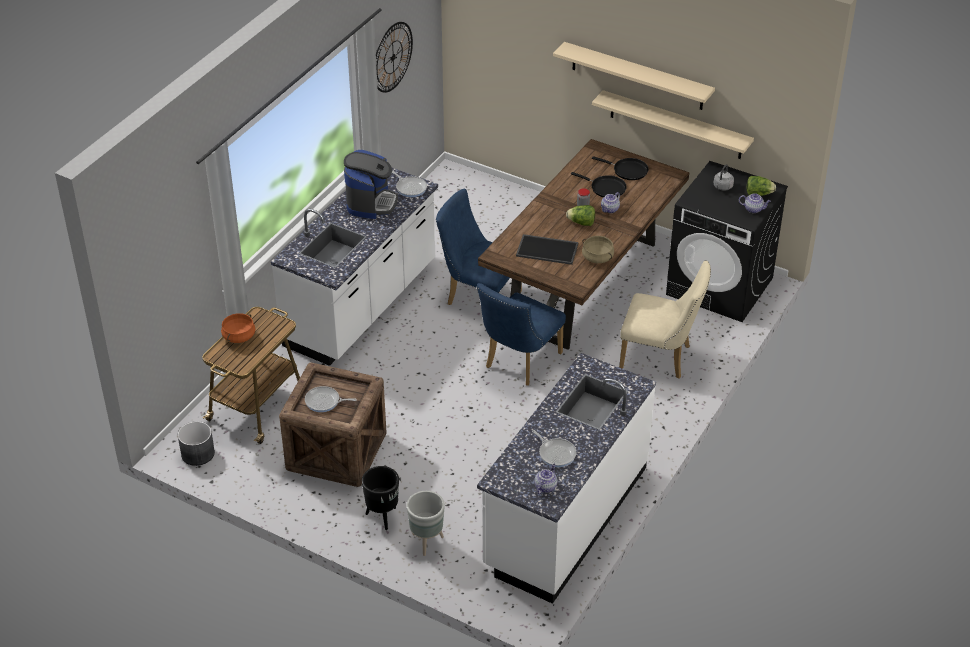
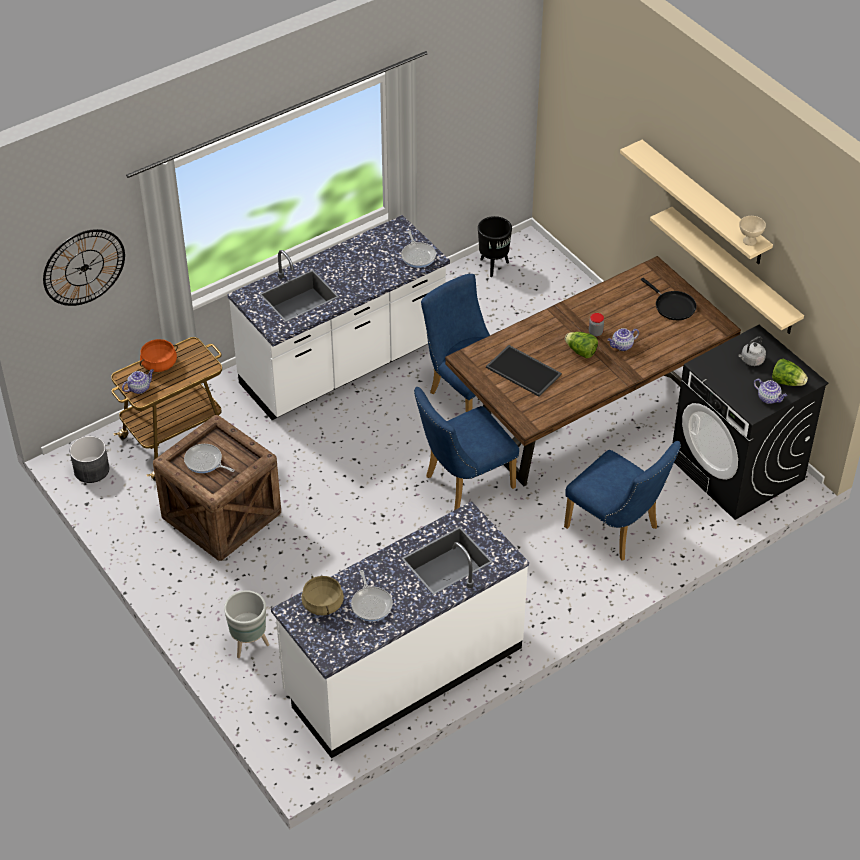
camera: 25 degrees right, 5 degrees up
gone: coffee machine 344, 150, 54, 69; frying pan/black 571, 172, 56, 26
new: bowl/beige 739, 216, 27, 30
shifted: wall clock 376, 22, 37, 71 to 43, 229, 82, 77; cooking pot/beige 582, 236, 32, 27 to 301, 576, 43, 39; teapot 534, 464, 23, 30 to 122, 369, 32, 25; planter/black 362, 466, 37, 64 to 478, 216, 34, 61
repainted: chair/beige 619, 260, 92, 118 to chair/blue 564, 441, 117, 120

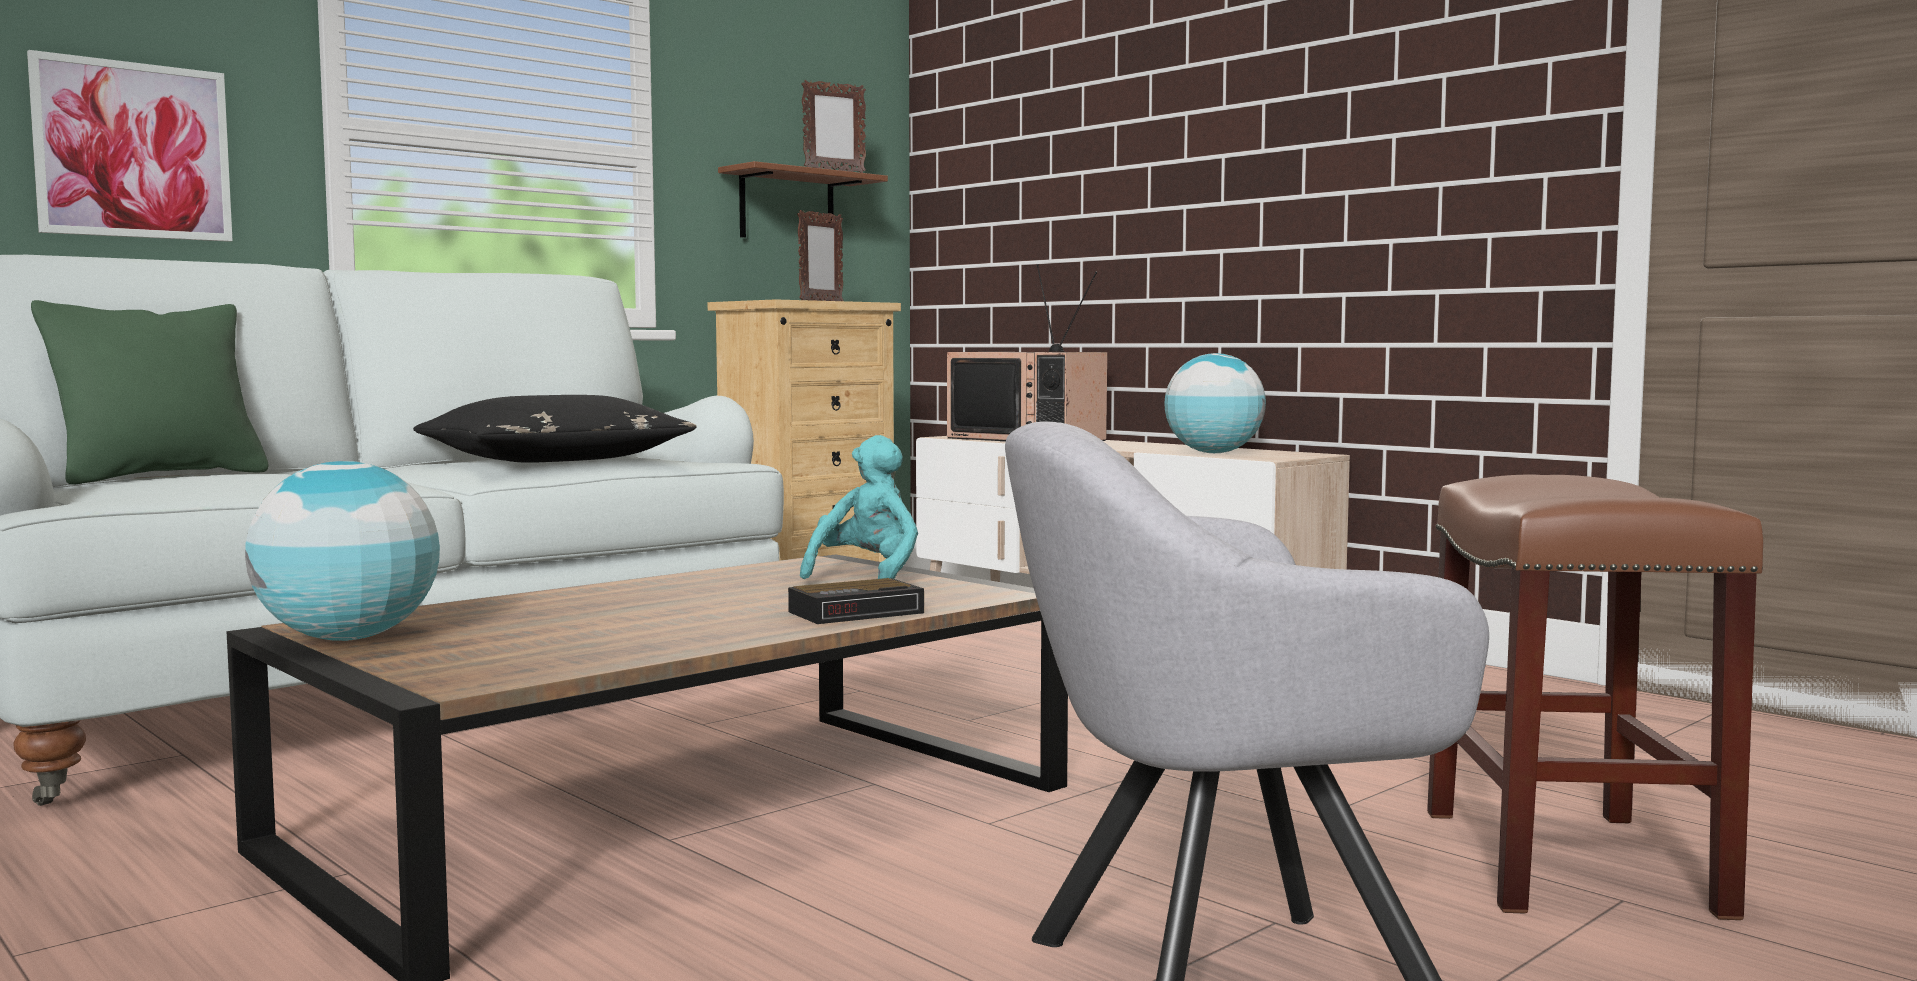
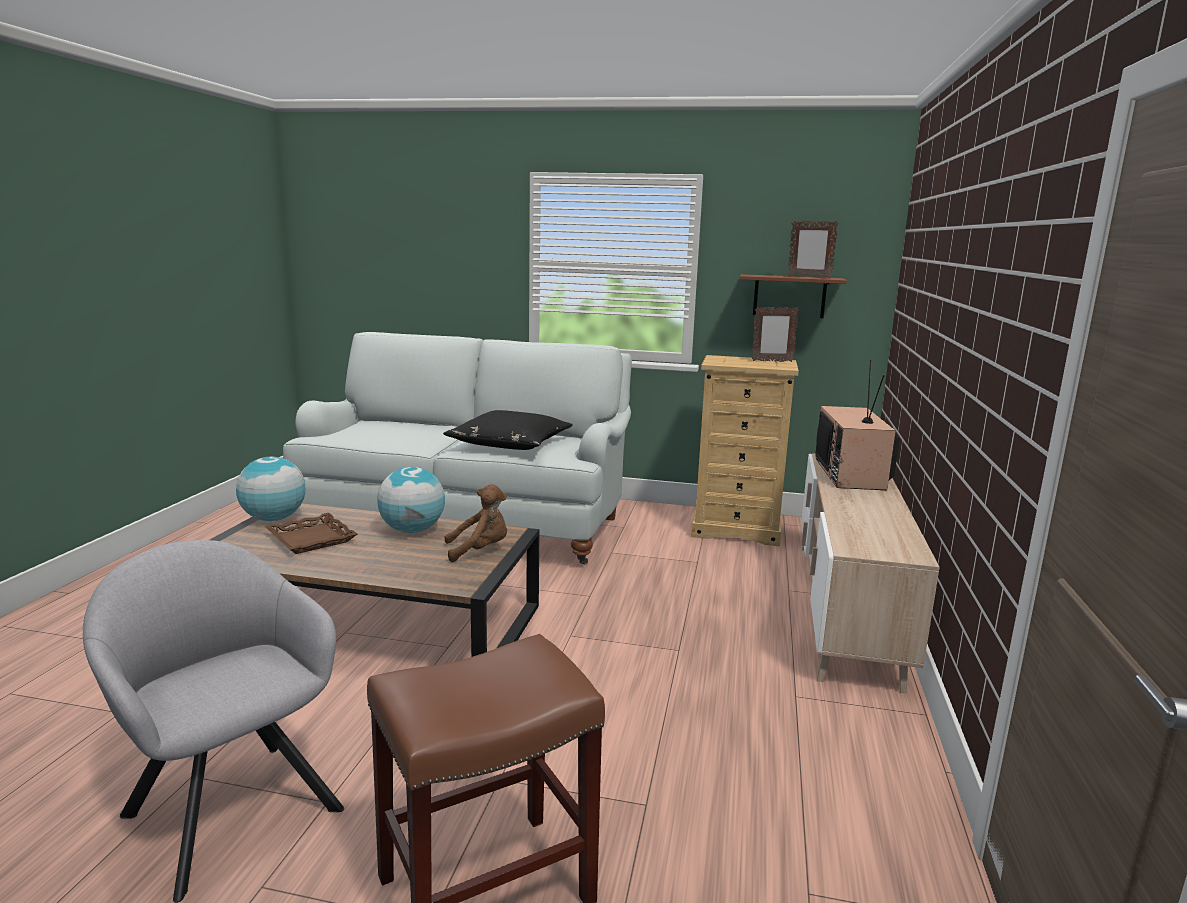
camera: 55 degrees right, 10 degrees up
gone: picture 27, 50, 206, 192; pillow/green 31, 300, 238, 185; alarm clock 788, 578, 136, 46
new: tray/brown 265, 513, 92, 41
shifted: globe 1164, 353, 102, 100 to 377, 467, 68, 66
repainted: plush toy/turquoise 800, 435, 118, 144 to plush toy/brown 444, 484, 63, 78

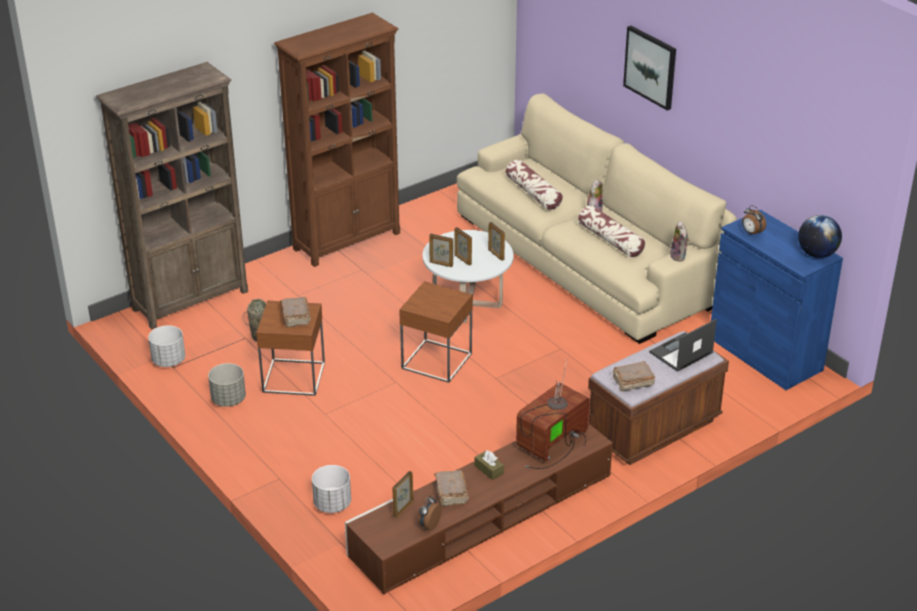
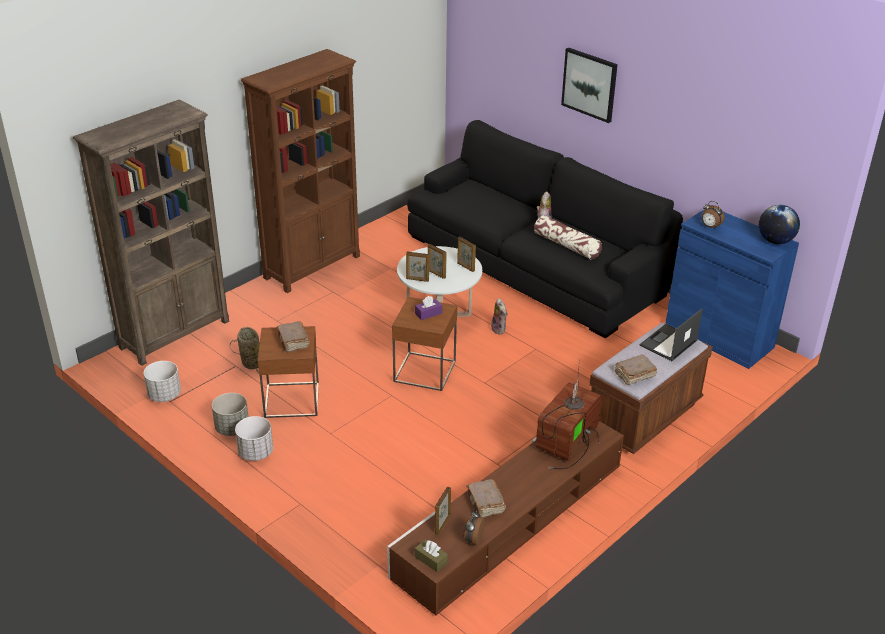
camera: 10 degrees left, 0 degrees up
gone: pillow 506, 160, 57, 50
new: tissue box/purple 415, 296, 27, 24
shifted: plush toy 670, 221, 19, 41 to 491, 298, 17, 36; tissue box/brown 475, 450, 29, 30 to 415, 539, 33, 33; planter/white 312, 465, 39, 48 to 235, 416, 38, 45
repainted: sofa/beige 457, 94, 280, 250 to sofa/black 407, 120, 276, 218

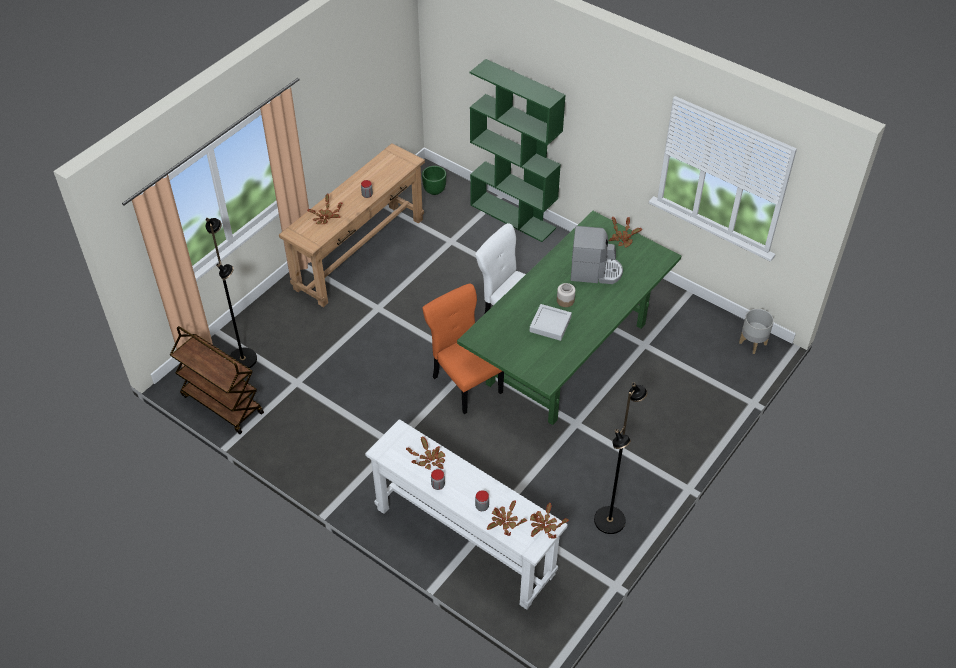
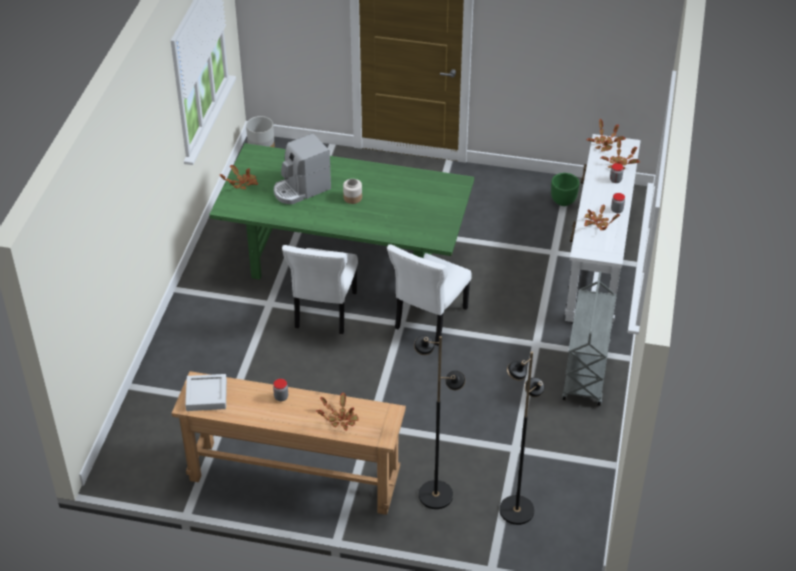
camera: 115 degrees left, 5 degrees down
gone: bookcase/green 470, 59, 96, 183; cart/brown 170, 326, 94, 108
new: cart/grey 562, 271, 54, 135
shifted: planter/green 422, 166, 24, 29 to 551, 173, 28, 33; tray/grey 530, 304, 42, 37 to 185, 374, 42, 37; floor lamp/black 594, 383, 54, 151 to 414, 335, 51, 174
repainted: chair/orange 422, 284, 82, 130 to chair/white 387, 244, 85, 102
rotated: coffee machine 570, 226, 53, 58 = 274, 133, 57, 71 105 degrees counterclockwise

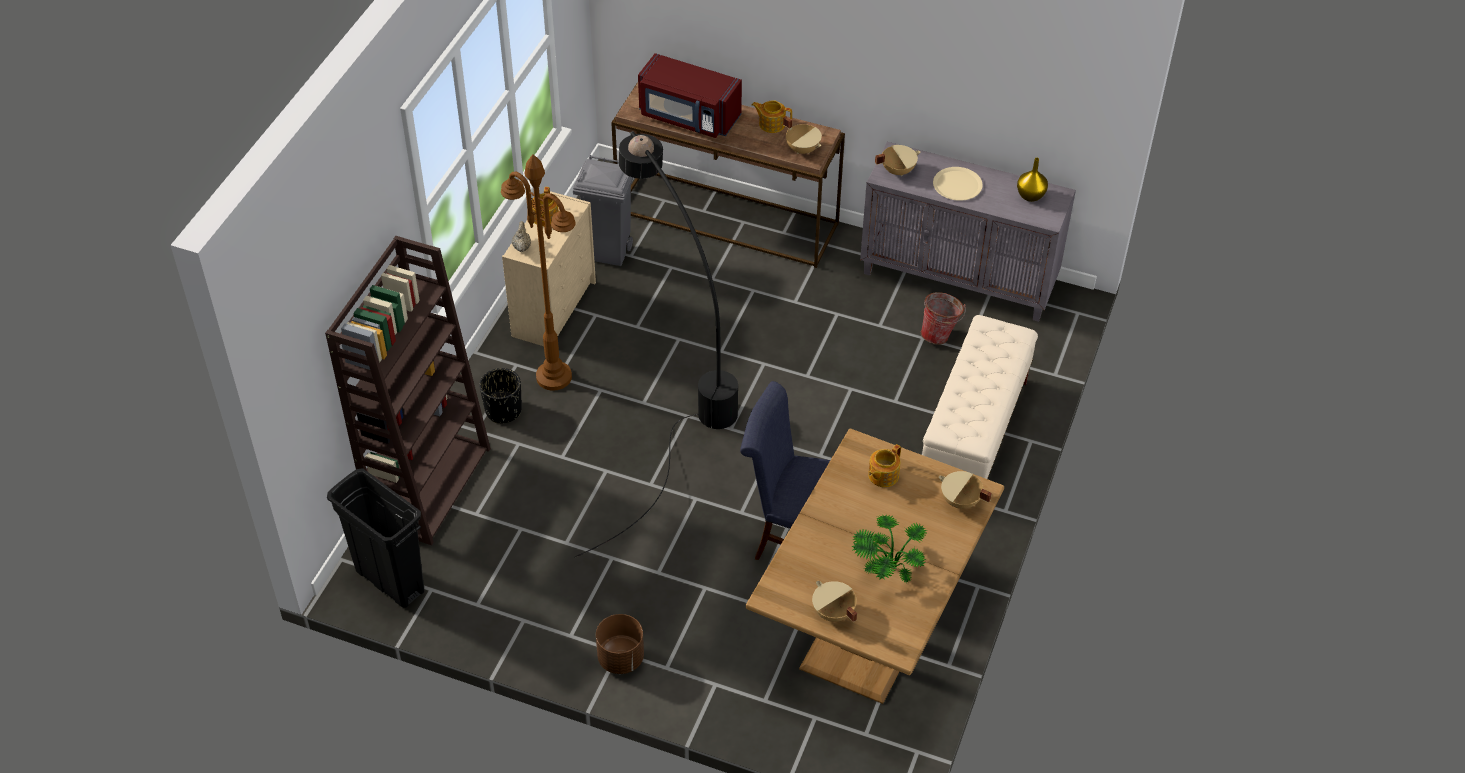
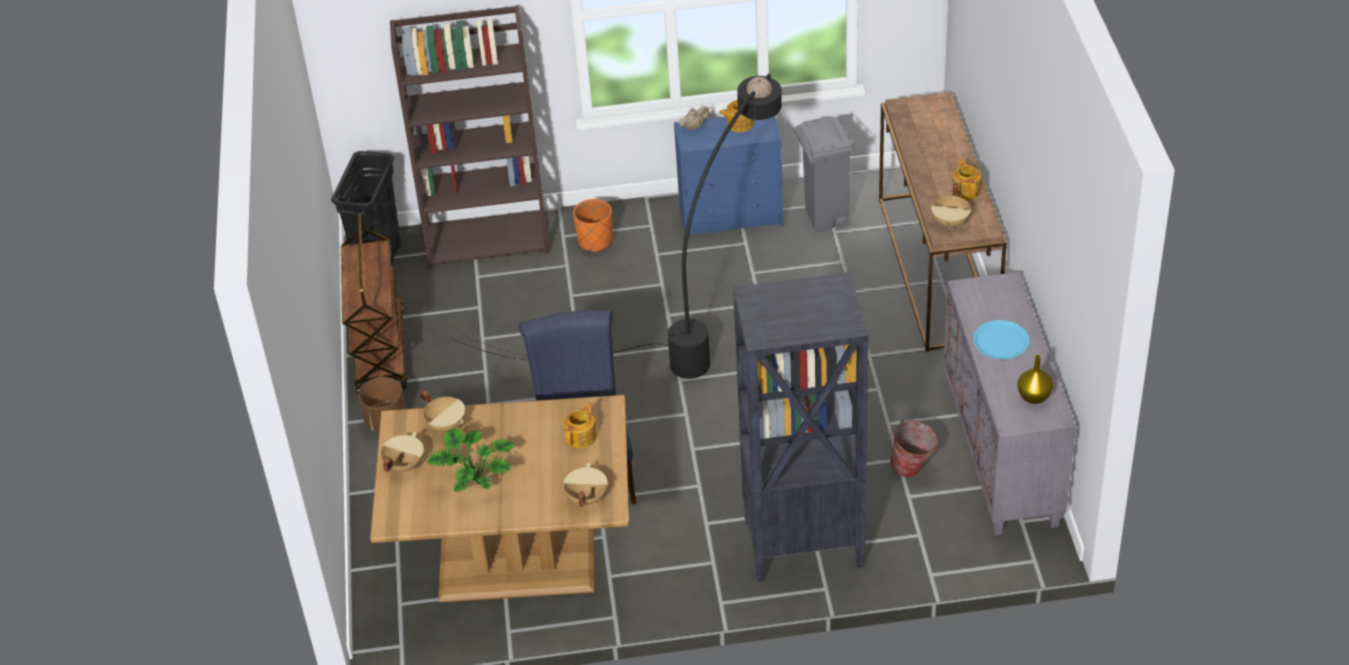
camera: 65 degrees right, 5 degrees down
gone: microwave/red 638, 53, 104, 85; floor lamp/brown 501, 155, 75, 236
new: cart/brown 341, 214, 67, 180
shifted: cooking pot/beige 875, 145, 45, 31 to 420, 390, 45, 42
swapped: bench/beige 922, 315, 116, 164 to bookcase/black 733, 272, 135, 310
repainted: plate/beige 933, 167, 50, 34 to plate/blue 973, 320, 57, 39; dresser/beige 502, 191, 94, 155 to dresser/blue 674, 116, 109, 119; planter/black 479, 368, 43, 55 to planter/orange 573, 199, 39, 53
rotated: teapot 868, 444, 33, 43 = 564, 402, 33, 47 105 degrees clockwise

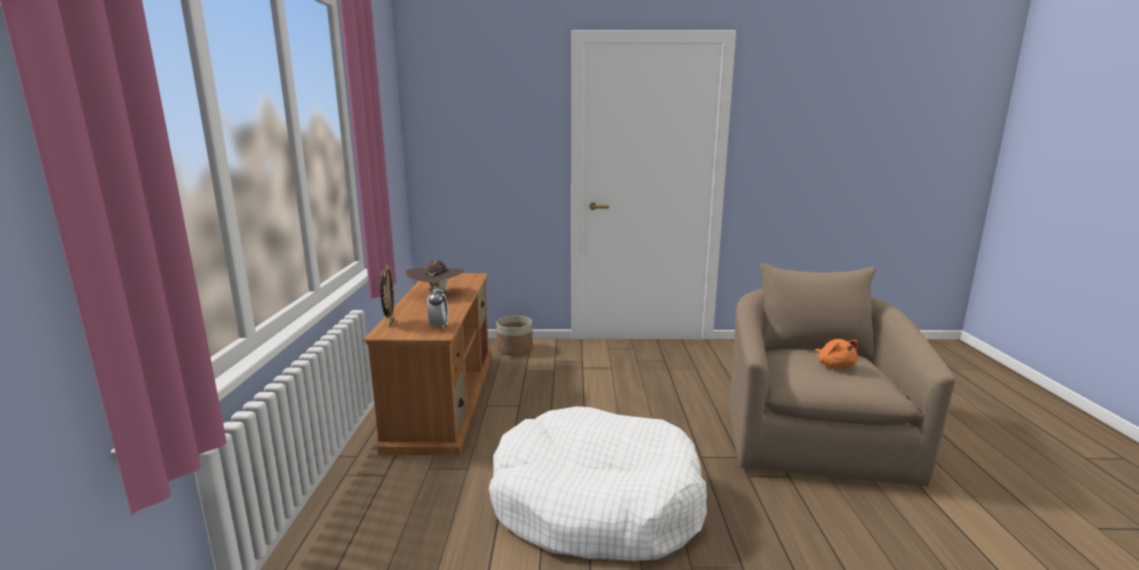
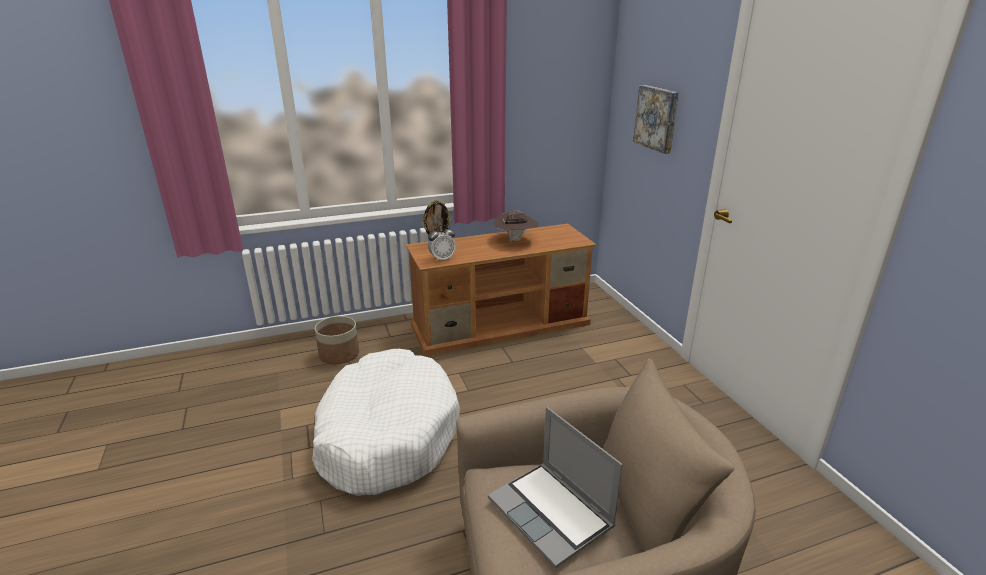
camera: 70 degrees right, 10 degrees up
new: picture 633, 85, 46, 69
shifted: planter 496, 316, 37, 40 to 315, 316, 44, 49
swapped: plush toy/orange 814, 339, 44, 30 to laptop 488, 407, 135, 162

